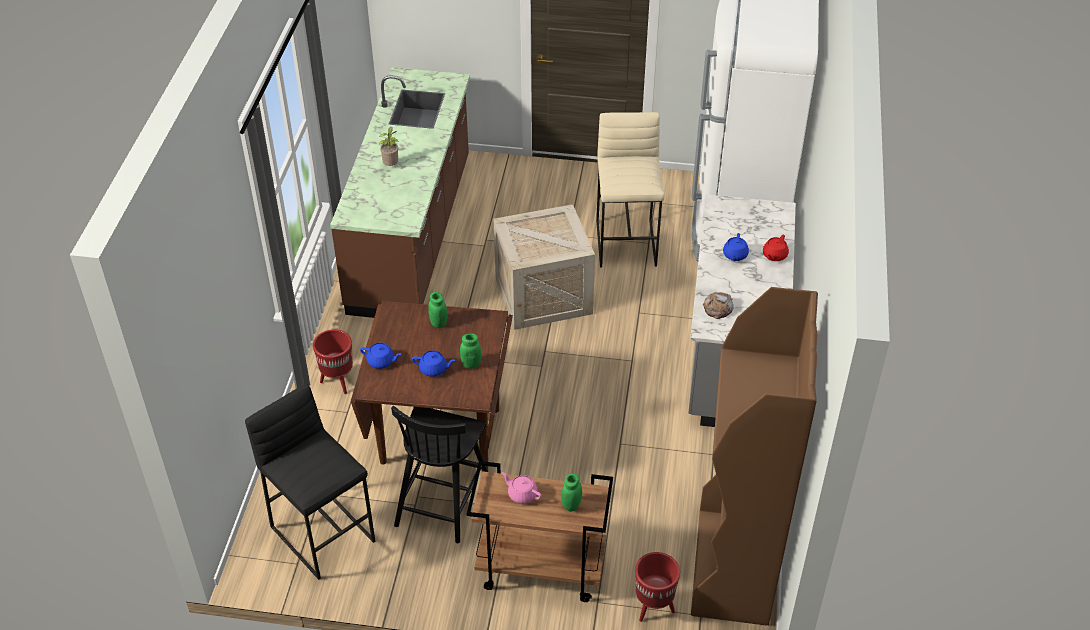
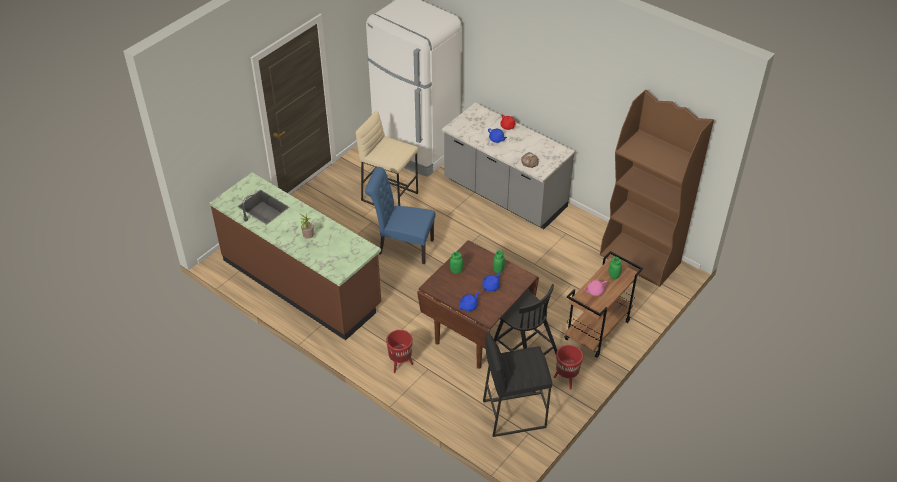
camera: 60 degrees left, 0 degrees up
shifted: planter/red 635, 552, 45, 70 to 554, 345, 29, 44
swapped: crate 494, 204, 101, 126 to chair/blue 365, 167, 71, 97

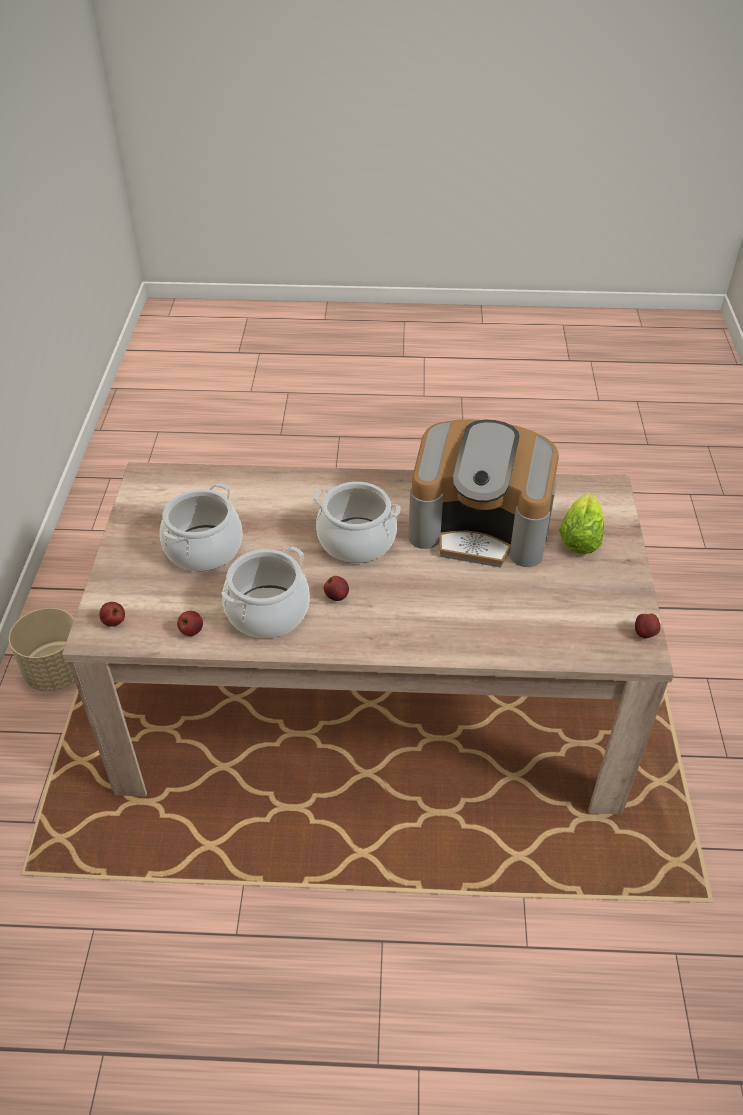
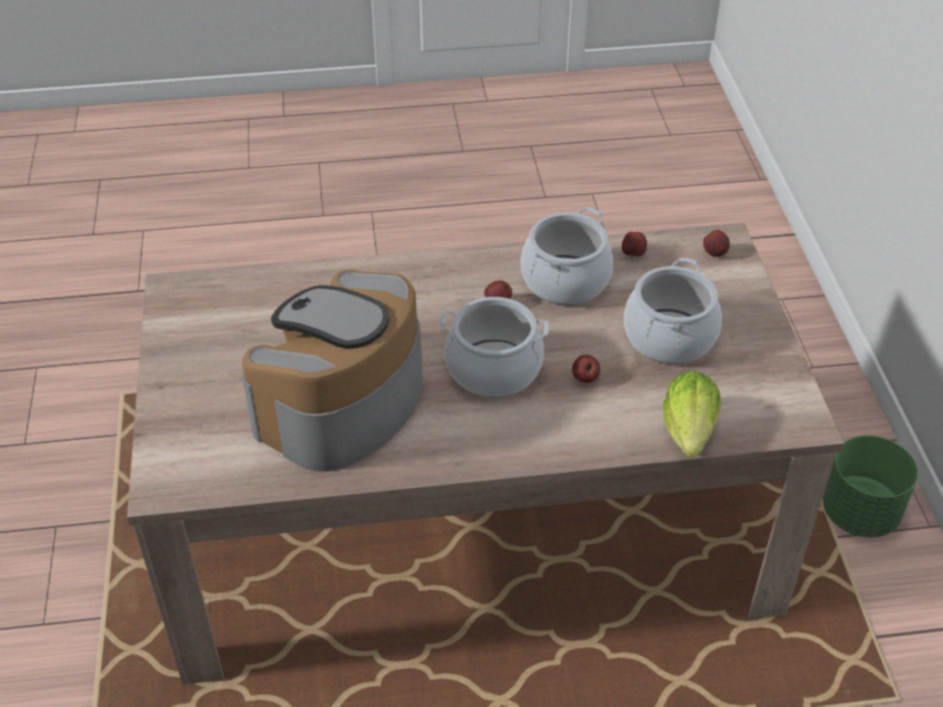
camera: 170 degrees right, 0 degrees up
shifted: lettuce 559, 493, 45, 61 to 663, 371, 57, 86; apple 635, 613, 25, 26 to 572, 355, 28, 28
repainted: planter/beige 9, 608, 66, 83 to planter/green 823, 435, 95, 102
rotated: coffee machine 408, 419, 151, 149 = 242, 270, 181, 202 60 degrees counterclockwise

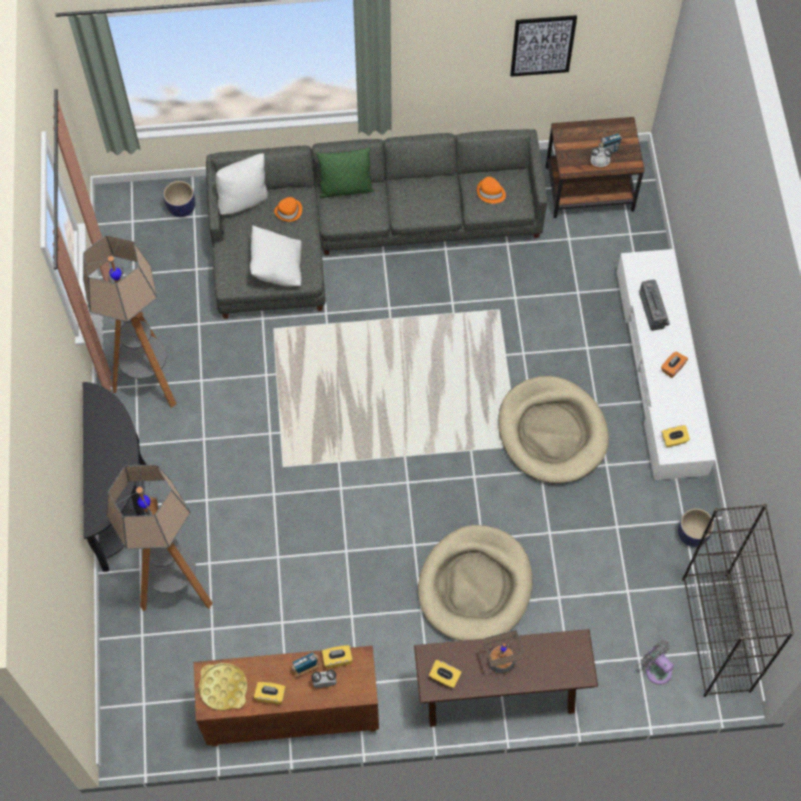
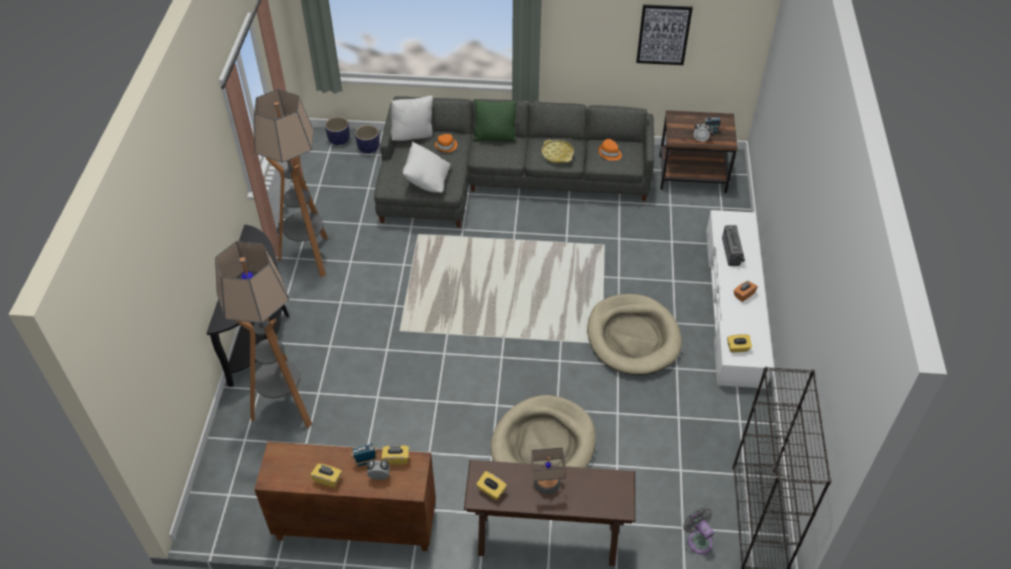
camera: 10 degrees right, 15 degrees down
shifted: planter 678, 508, 36, 39 to 325, 117, 25, 28; tray/yellow 199, 663, 48, 48 to 542, 139, 32, 24

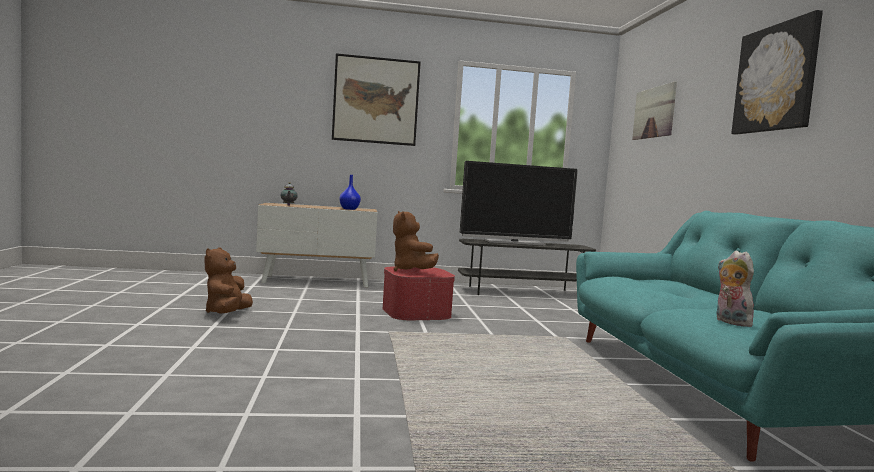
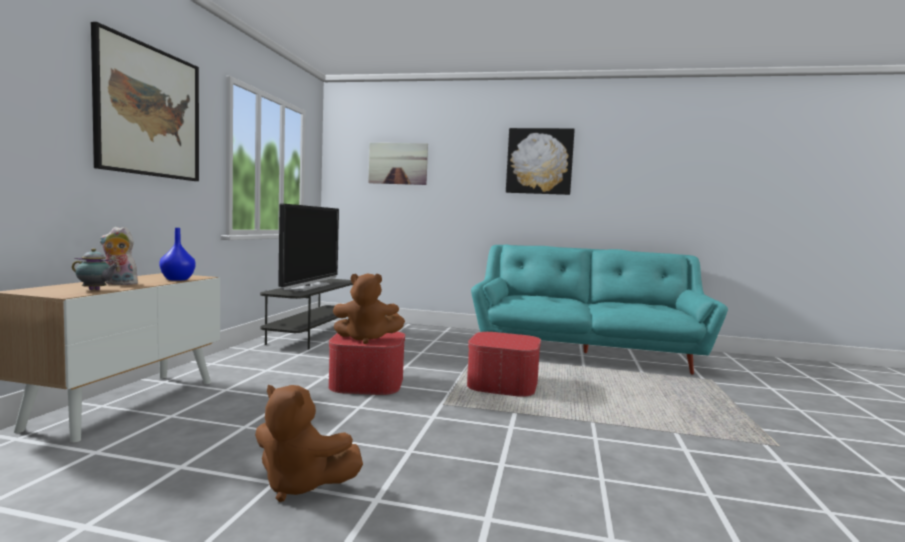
camera: 70 degrees left, 0 degrees up
new: ottoman 467, 332, 74, 65
shifted: plush toy 717, 251, 41, 76 to 100, 227, 38, 58

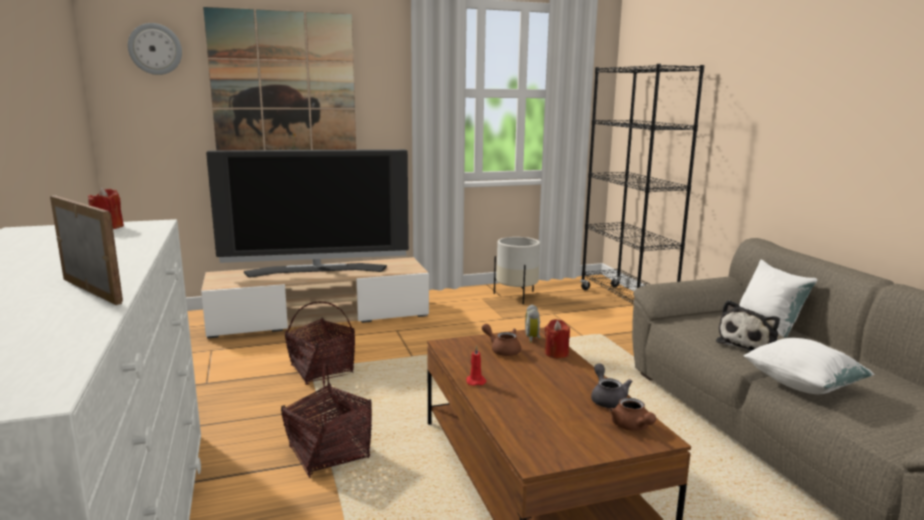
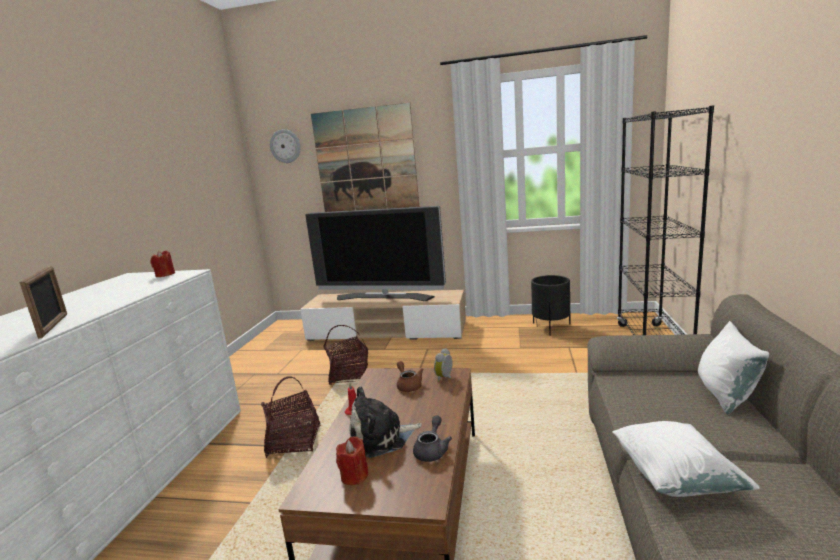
camera: 30 degrees right, 0 degrees up
gone: teapot/brown 609, 398, 47, 33
shifted: plush toy 716, 300, 64, 51 to 349, 386, 73, 72; candle/red 545, 319, 25, 39 to 336, 436, 32, 49
repainted: planter/white 494, 237, 46, 67 to planter/black 531, 275, 39, 61

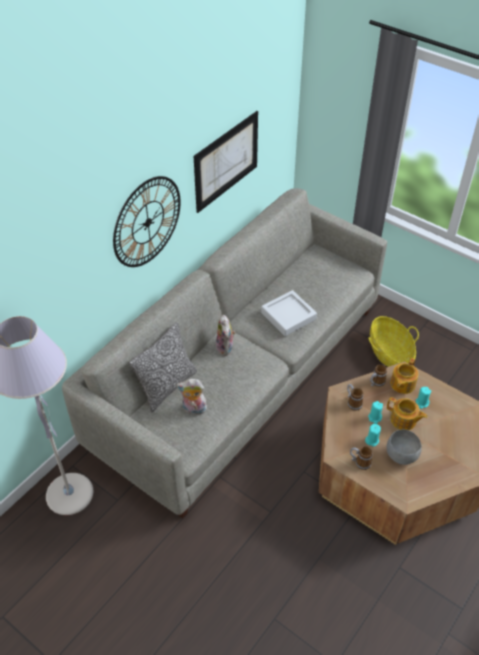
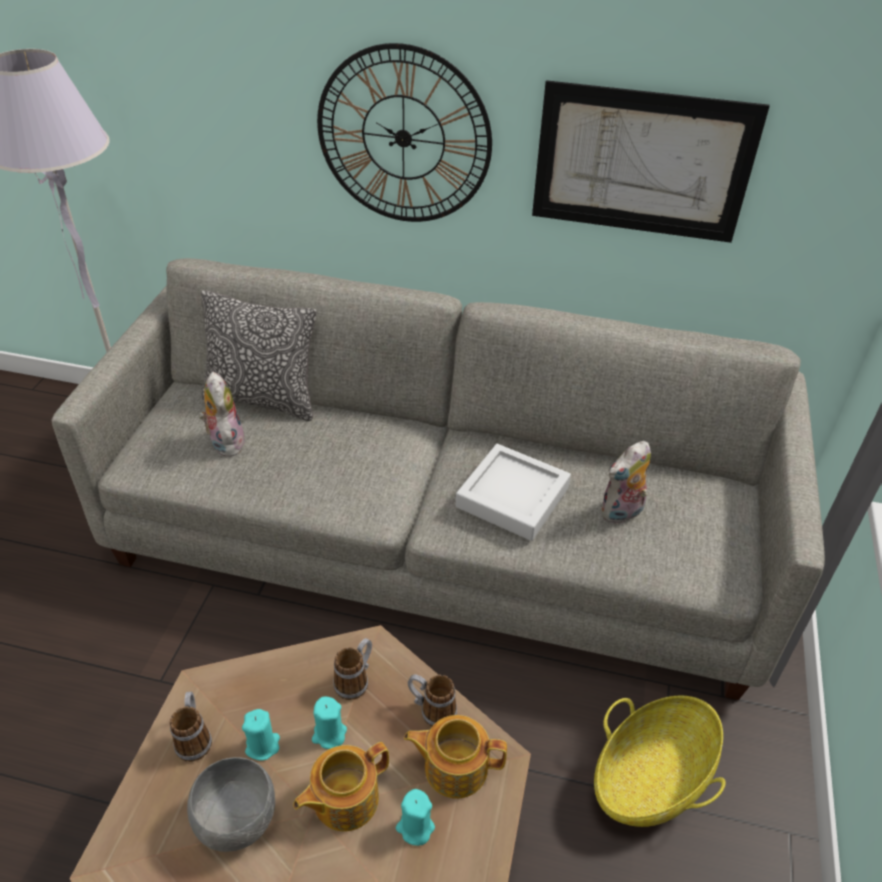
camera: 65 degrees right, 5 degrees down
shifted: plush toy 216, 315, 20, 41 to 601, 441, 50, 83
rotated: teapot 387, 397, 41, 33 = 293, 742, 96, 89 45 degrees clockwise

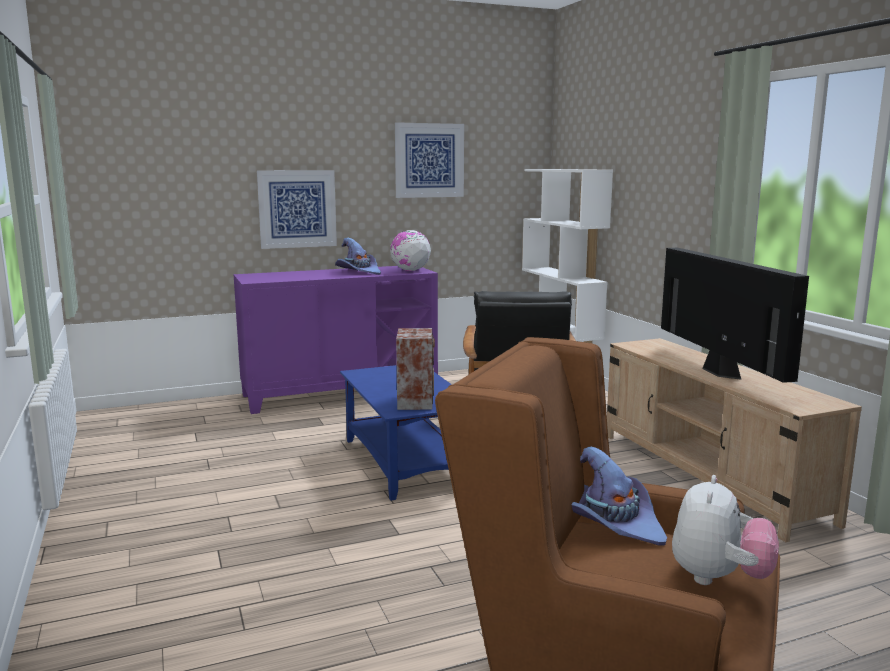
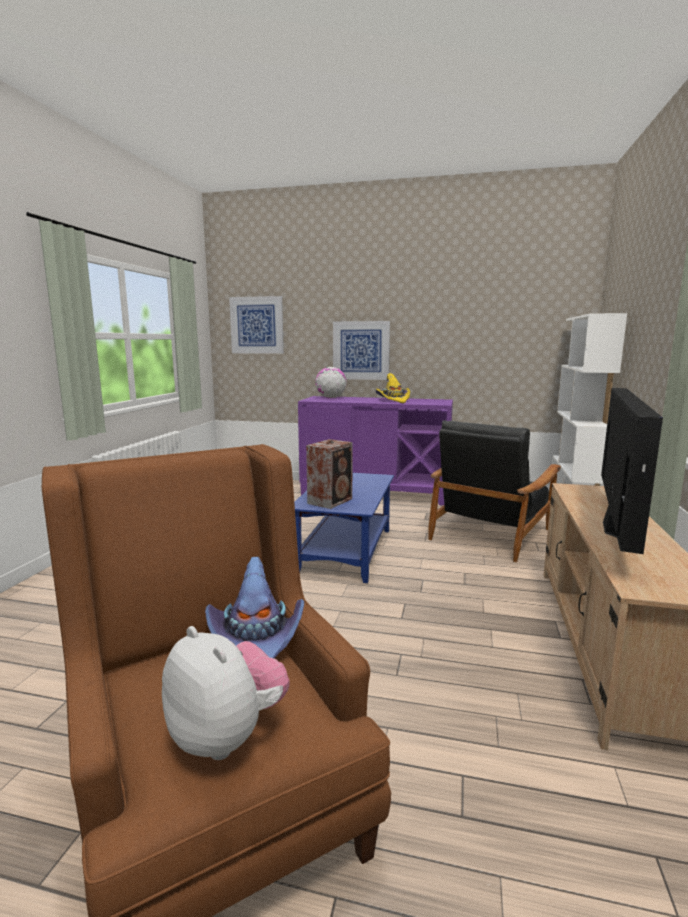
camera: 35 degrees right, 0 degrees up
shifted: picture 395, 122, 69, 76 to 229, 296, 55, 58; globe 390, 230, 41, 41 to 315, 367, 32, 31
repainted: hat/purple 335, 238, 46, 37 to hat/yellow 376, 373, 34, 30
rotated: plush toy 672, 475, 107, 110 = 162, 626, 128, 134 105 degrees counterclockwise

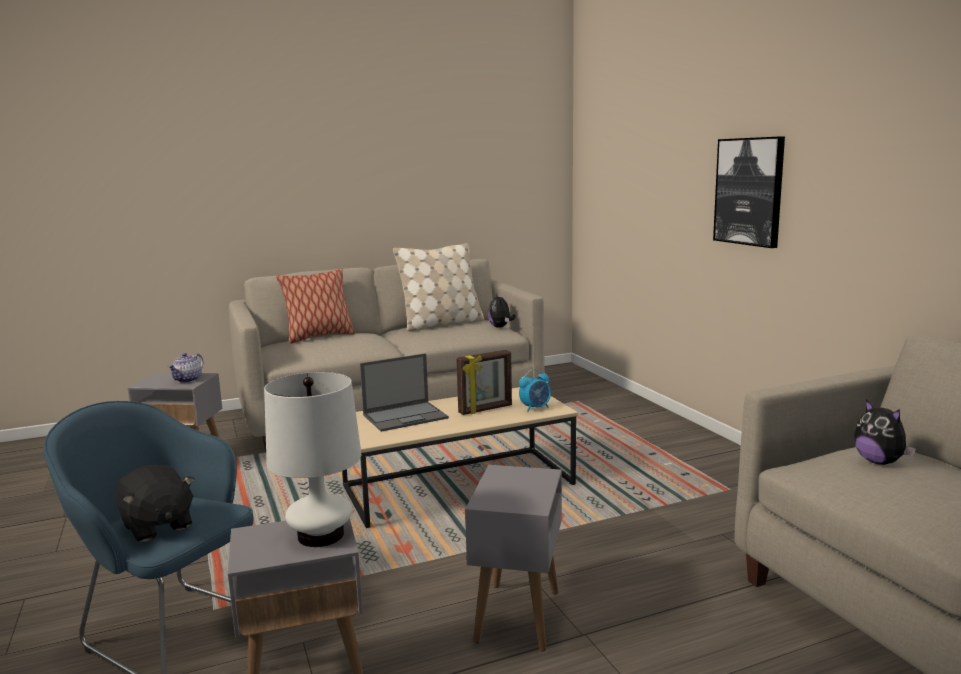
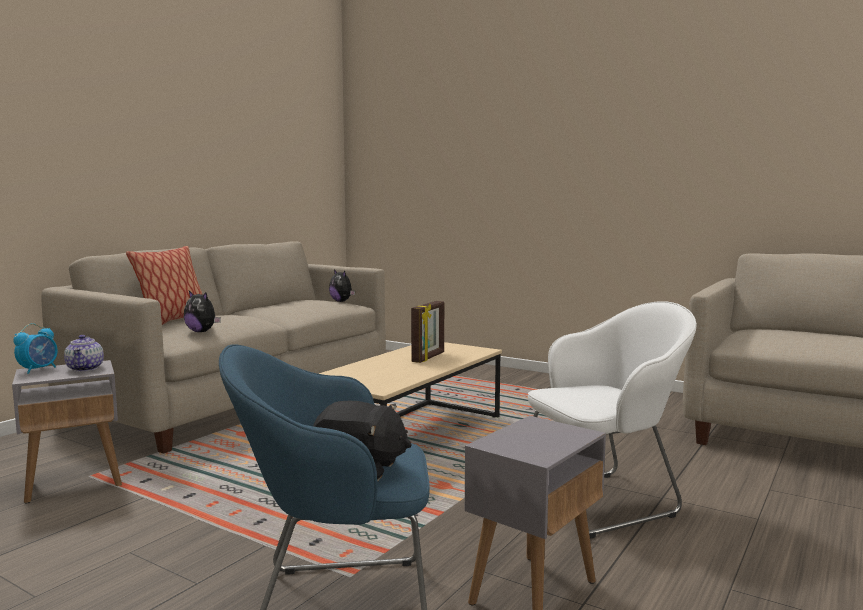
camera: 35 degrees left, 5 degrees down
gone: picture 713, 136, 72, 112; pillow/beige 393, 243, 91, 88; laptop 360, 353, 89, 79; table lamp/white 264, 372, 97, 175
shifted: alarm clock 519, 369, 32, 43 to 13, 324, 45, 50; plush toy 854, 400, 62, 65 to 184, 291, 37, 41
swapped: side table/grey 465, 465, 97, 186 to armchair/white 528, 301, 169, 237

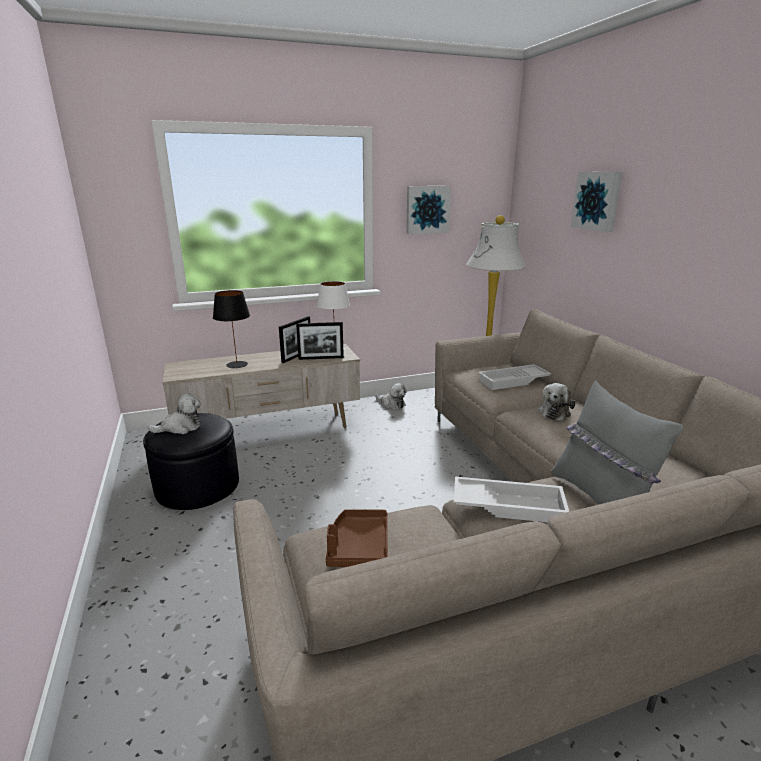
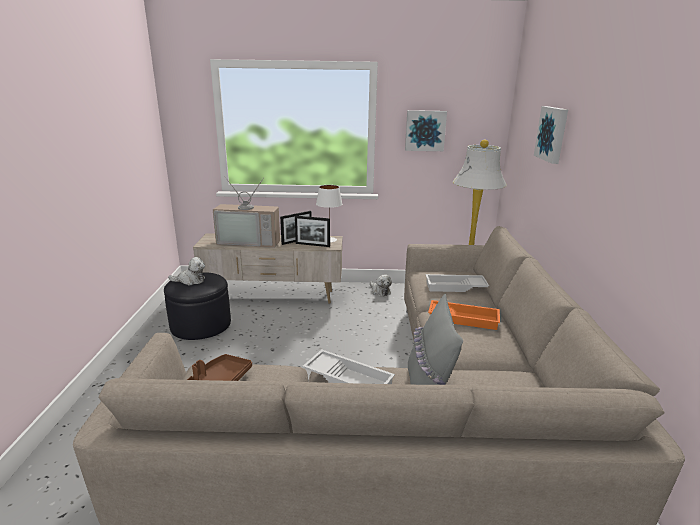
camera: 20 degrees right, 0 degrees up
swapped: table lamp/black 213, 290, 37, 78 to television 213, 176, 67, 72; plush toy 538, 383, 37, 38 to tray/orange 428, 300, 72, 30

